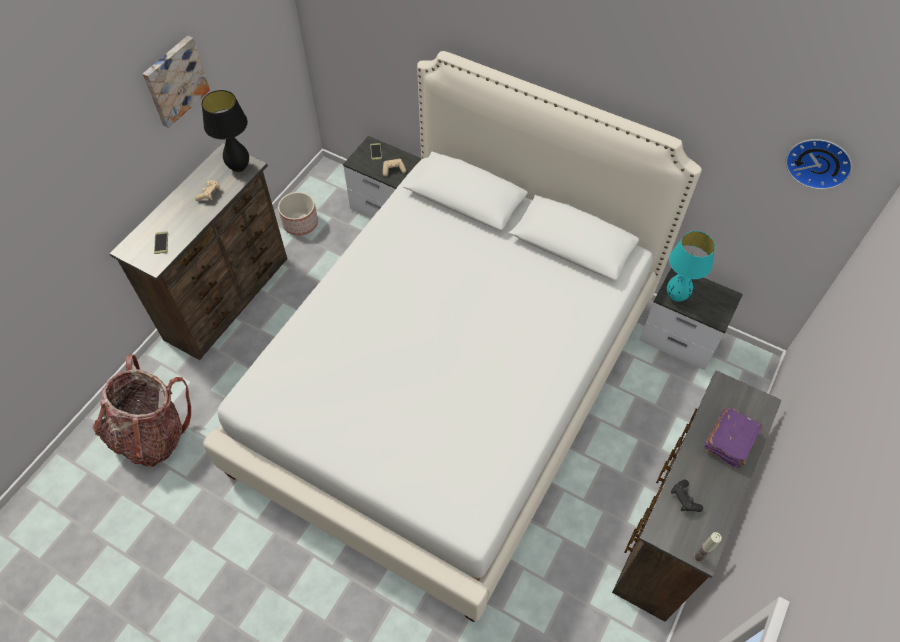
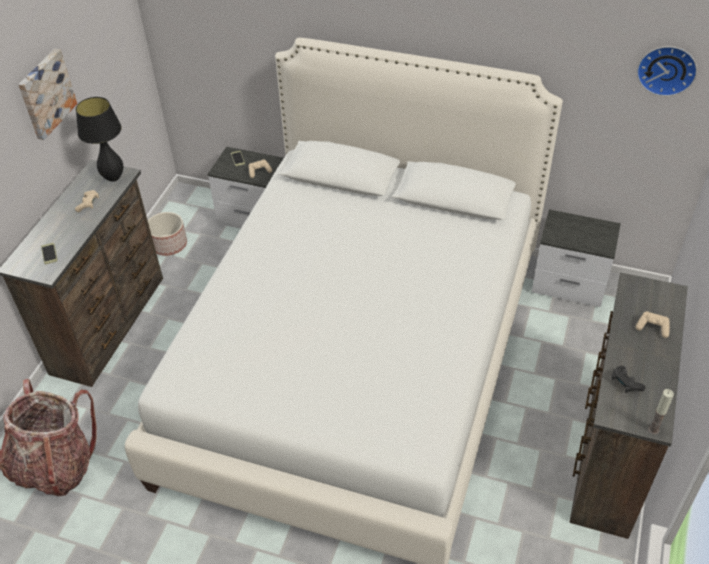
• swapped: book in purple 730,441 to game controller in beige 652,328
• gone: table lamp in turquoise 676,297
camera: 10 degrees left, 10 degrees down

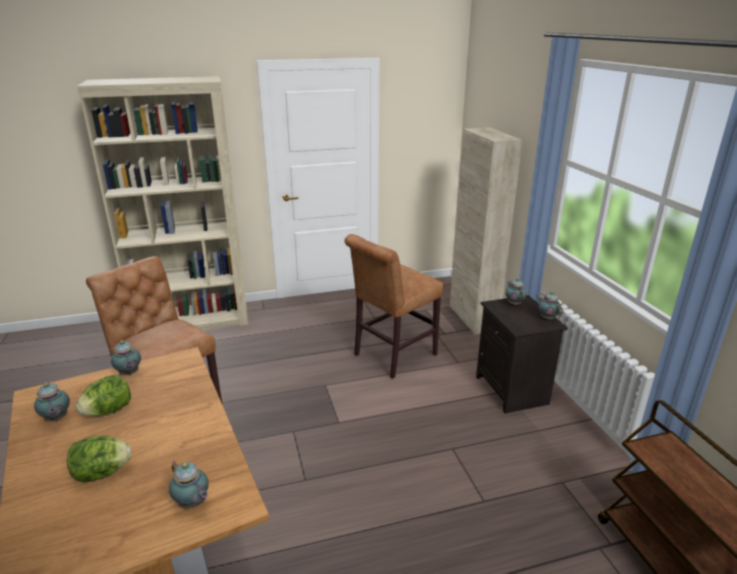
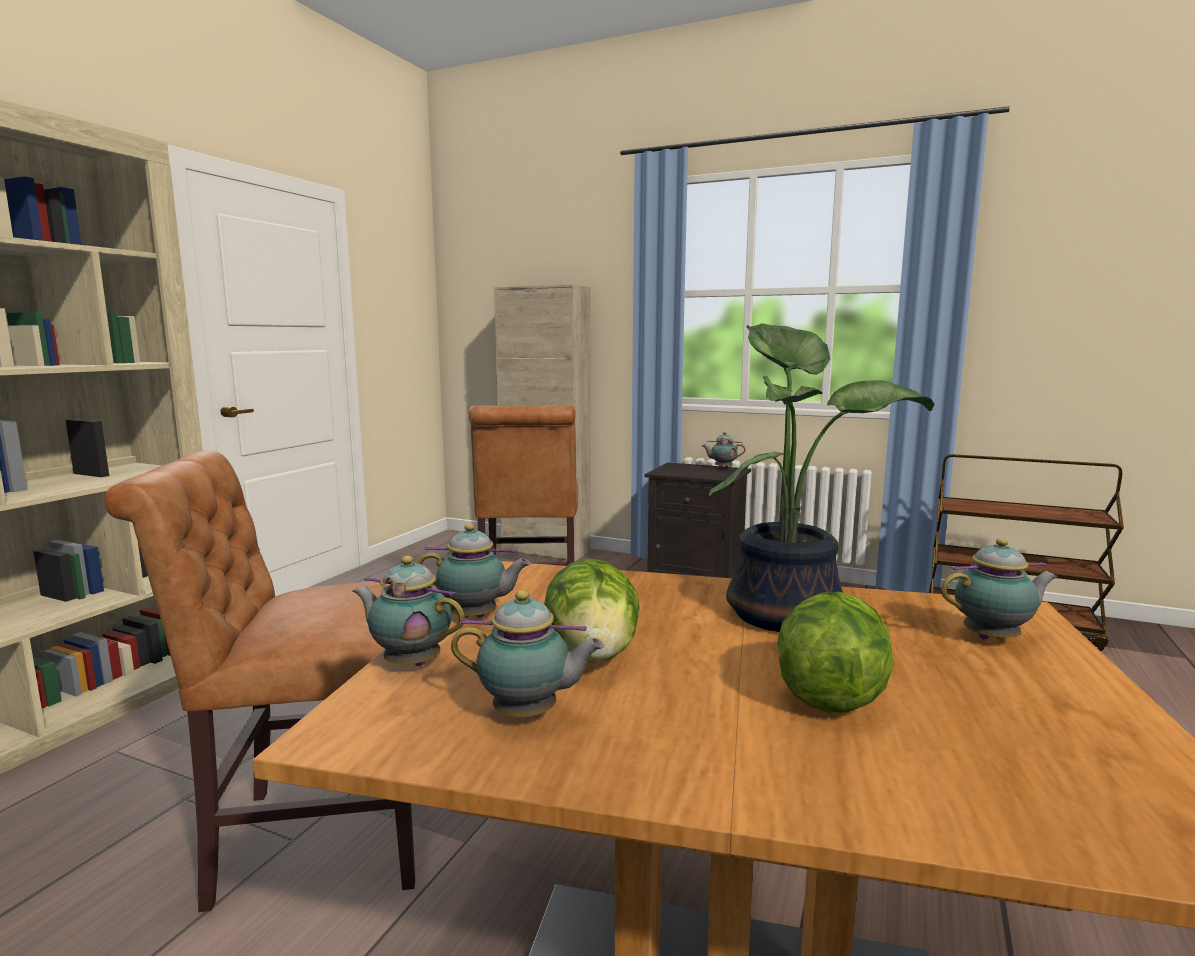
• shifted: teapot 513,303 to 410,662
• new: potted plant 787,612
camera: 50 degrees left, 15 degrees down

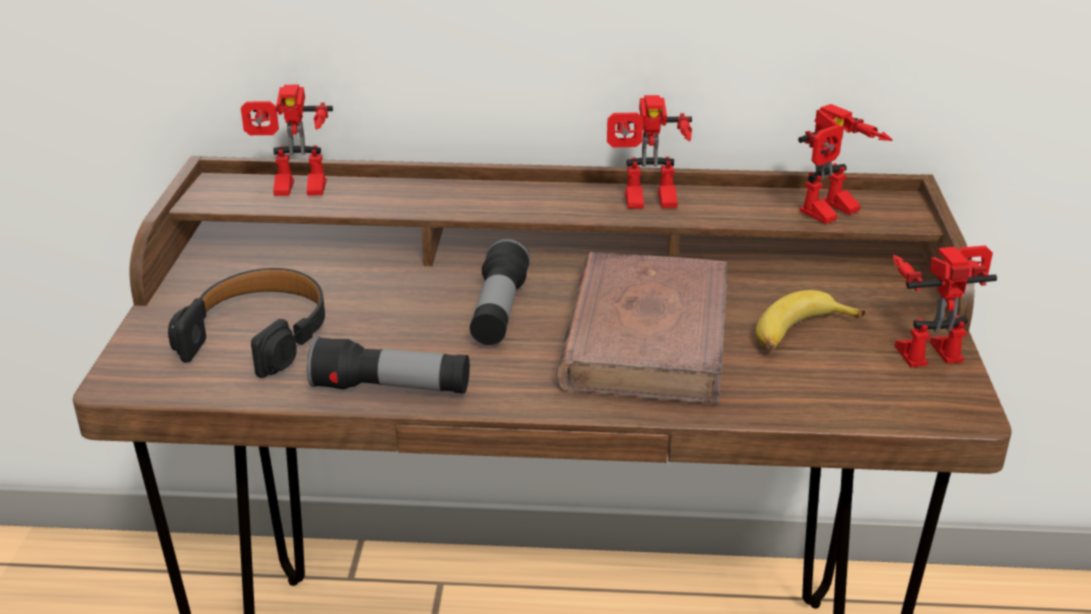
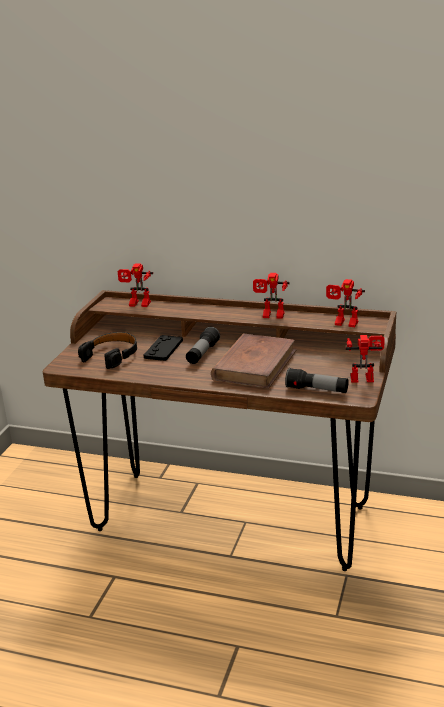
• new: game controller in black 163,349
• shifted: flashlight 391,389 to 317,390
• rotated: toy robot 832,214 = 344,324 45 degrees clockwise
• gone: banana 800,334
camera: 15 degrees right, 5 degrees down

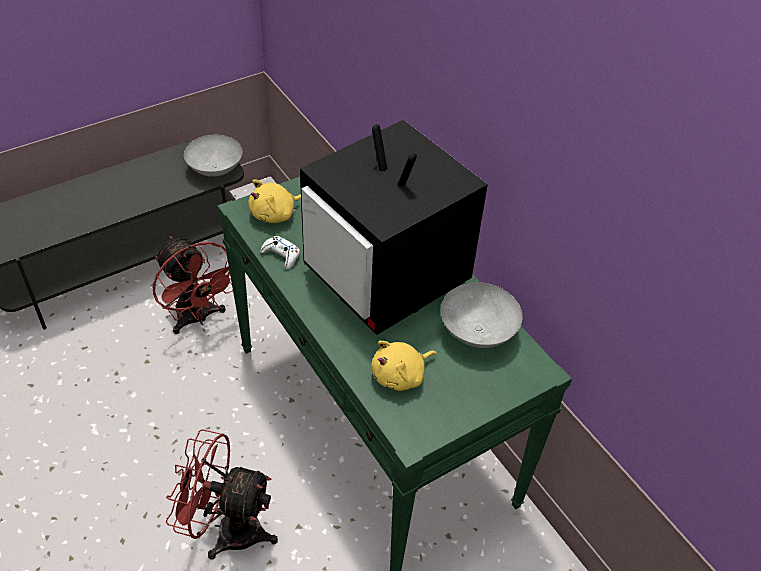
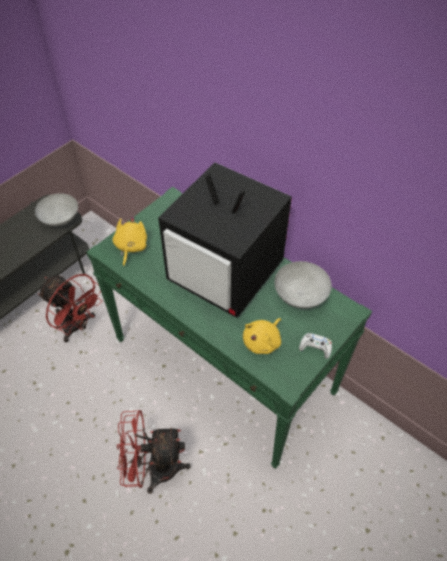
• rotated: plush toy in yellow 275,214 = 130,247 150 degrees clockwise
• shifted: game controller in white 281,255 to 315,347
camera: 15 degrees left, 5 degrees up

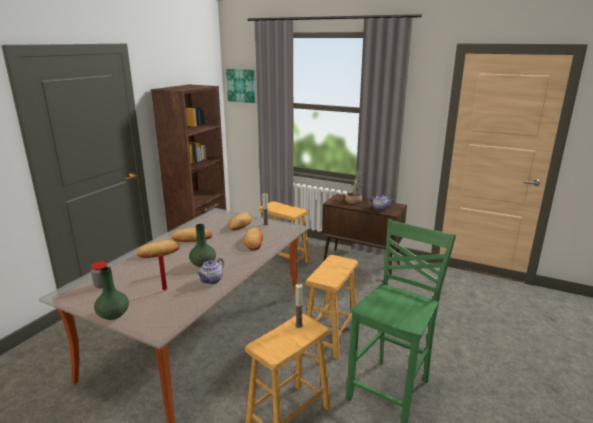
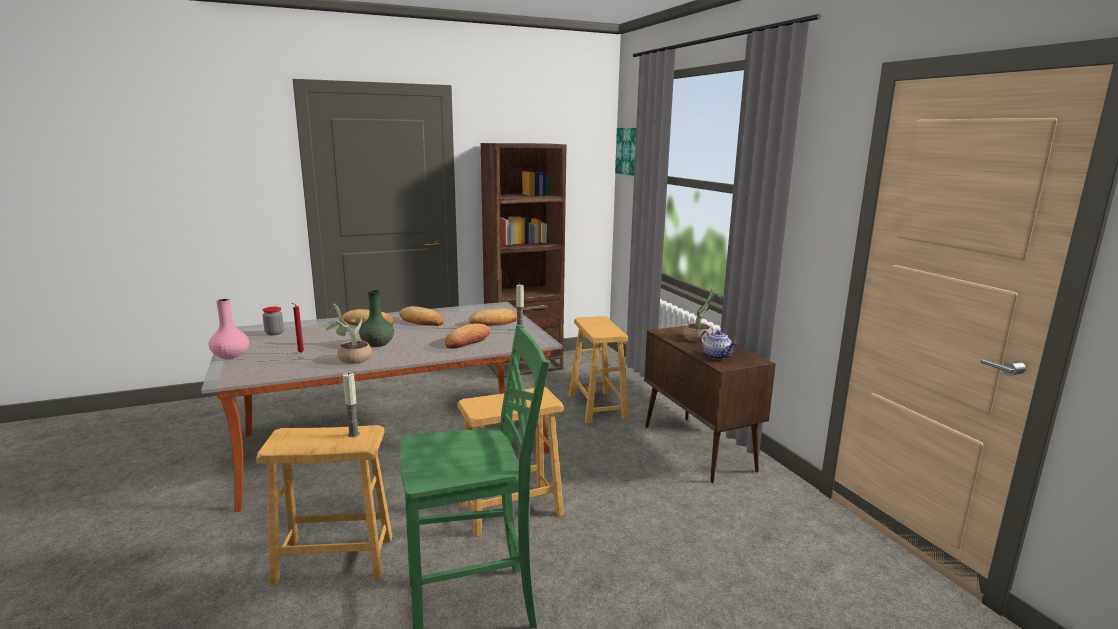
• repainted: vase in green 113,314 to vase in pink 230,355
• swapped: teapot 211,280 to potted plant 350,359
camera: 40 degrees right, 5 degrees down

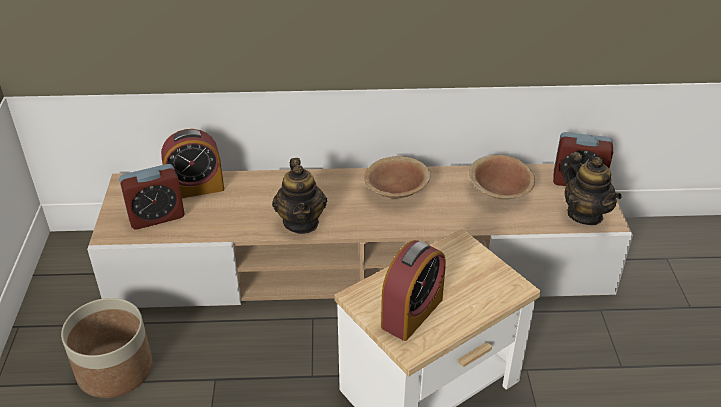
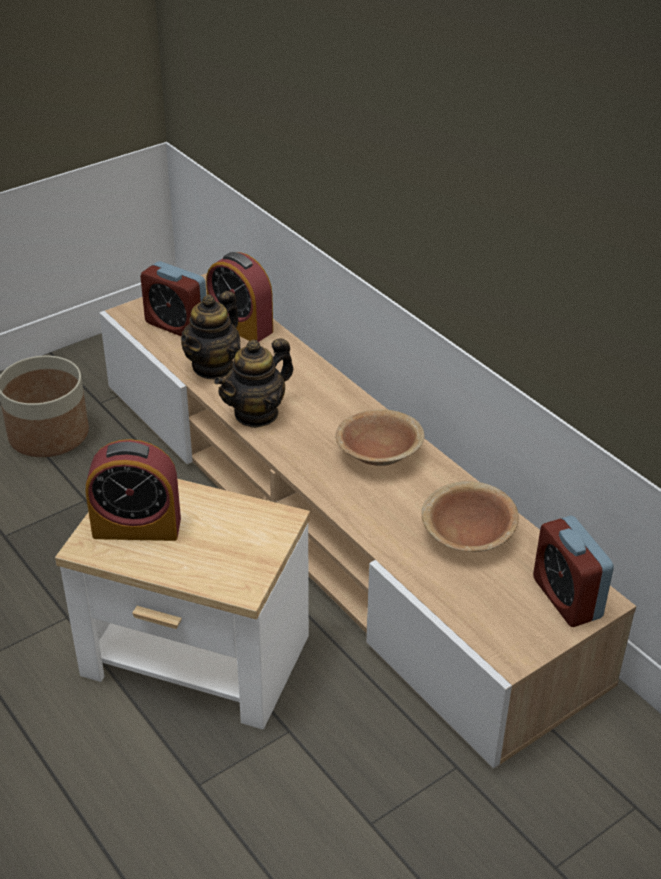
• shifted: teapot 585,214 to 213,367
camera: 55 degrees right, 0 degrees up

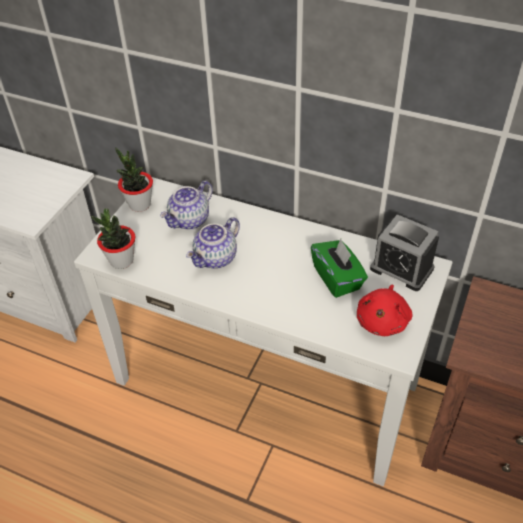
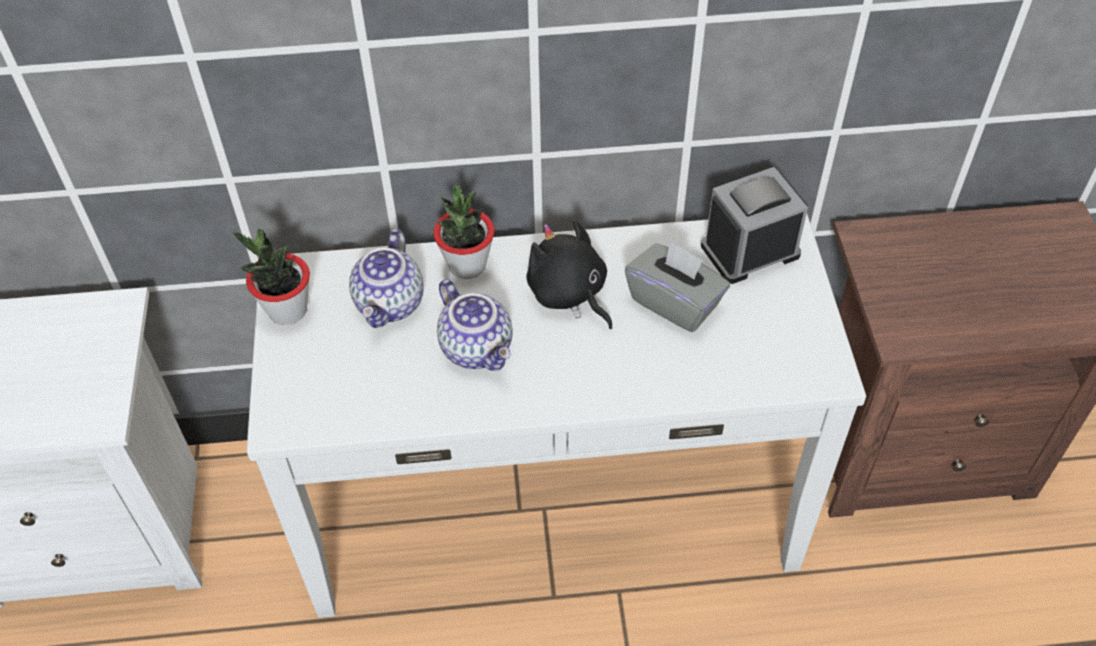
• shifted: potted plant 121,261 to 467,265
• rotated: teapot 216,259 = 478,348 45 degrees counterclockwise
• new: plush toy in black 569,294
• repainted: tissue box in green 337,278 to tissue box in grey 675,302
• rotated: alarm clock 401,268 = 750,250 150 degrees clockwise
• gone: plush toy in red 383,320
camera: 30 degrees left, 5 degrees up

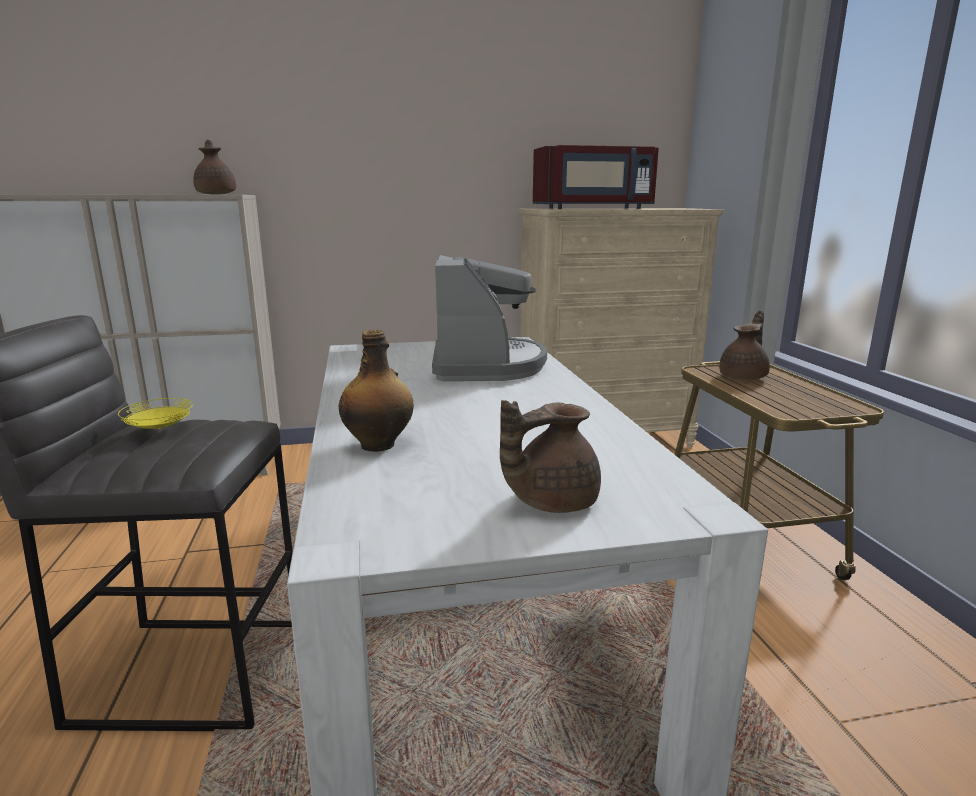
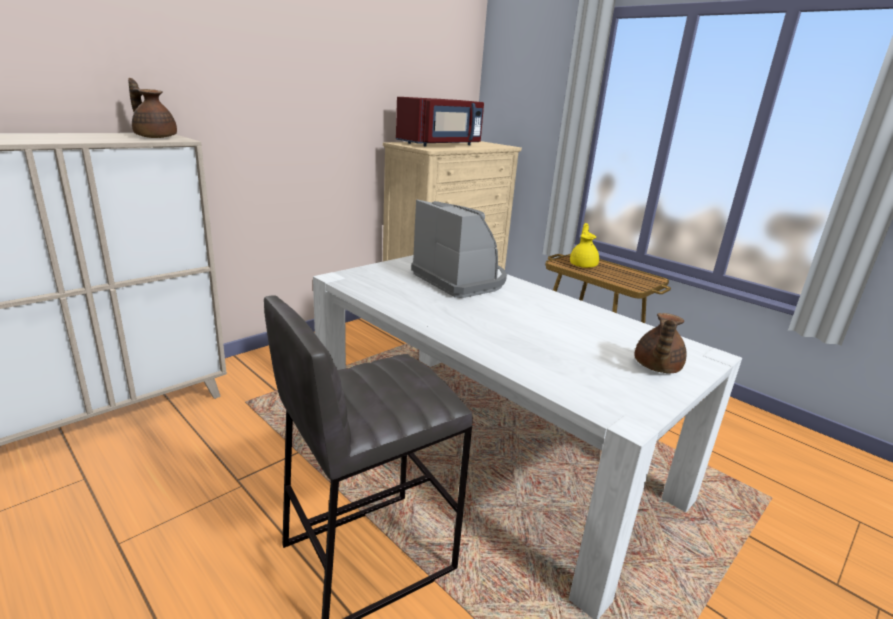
• repainted: teapot in brown 744,377 to teapot in yellow 583,265
• gone: plate in yellow 160,429
• gone: bottle 379,445
camera: 35 degrees left, 5 degrees up

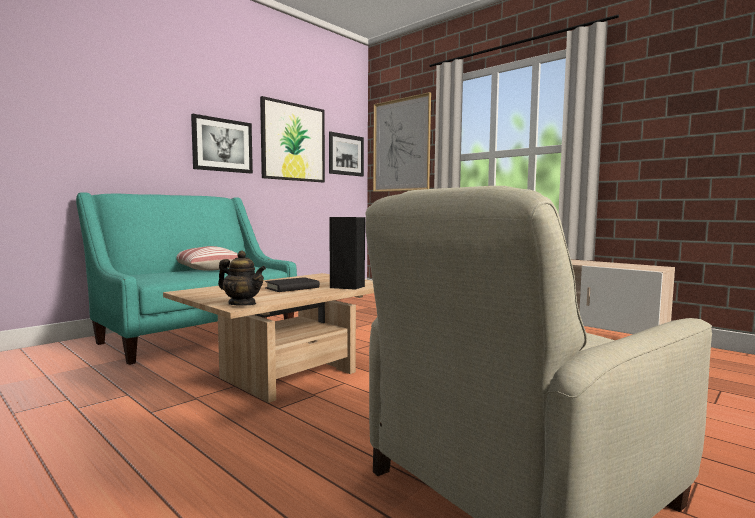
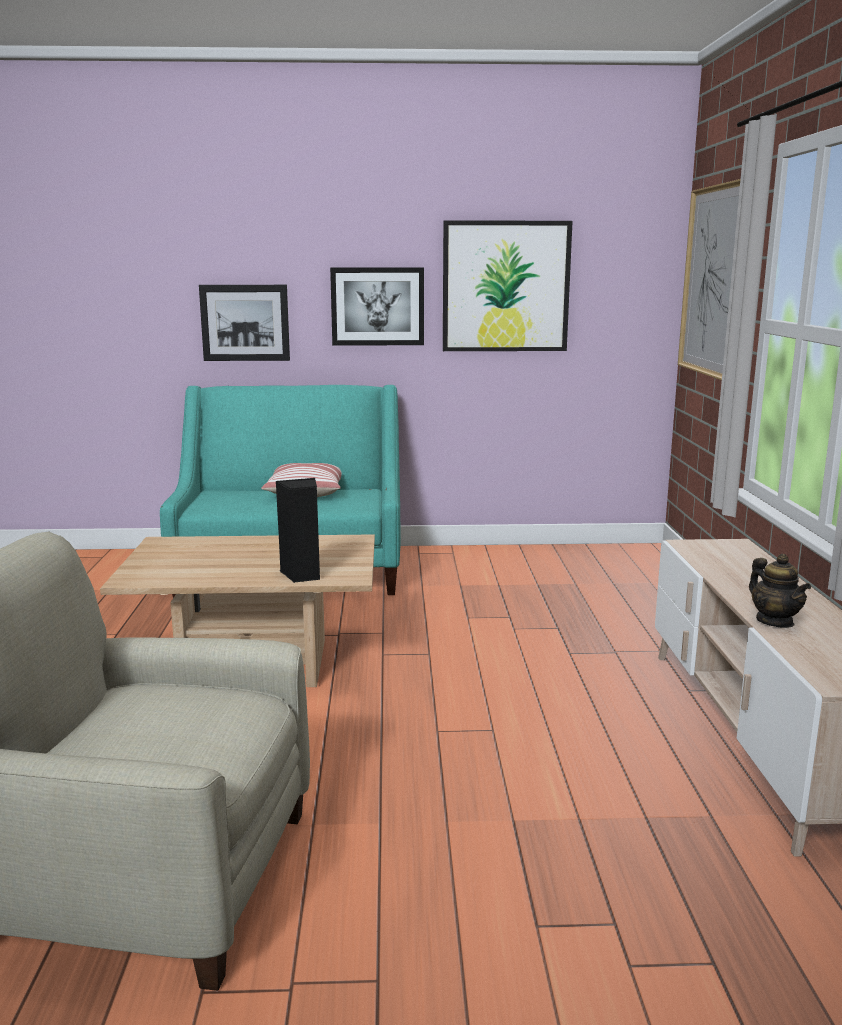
• shifted: picture 346,155 to 245,323
• shifted: teapot 242,304 to 775,621
• gone: book in black 292,288
camera: 45 degrees right, 10 degrees up

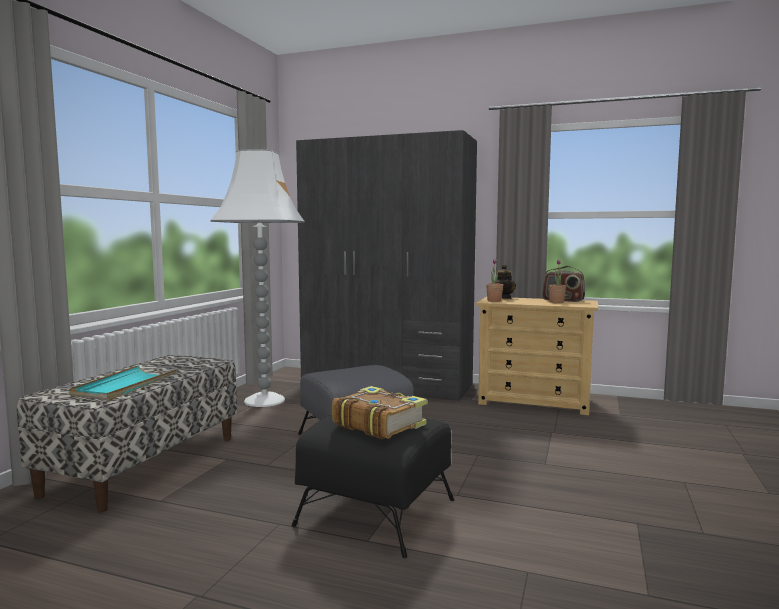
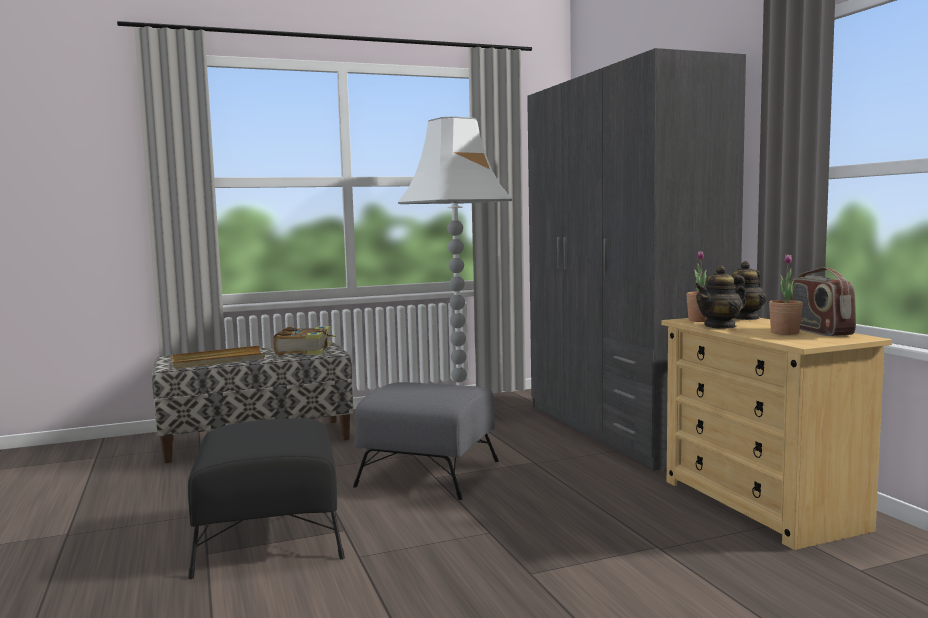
• repainted: tray in turquoise 125,386 to tray in beige 218,361
• shifted: book 378,424 to 305,350
• new: teapot 720,326
camera: 50 degrees right, 0 degrees up

